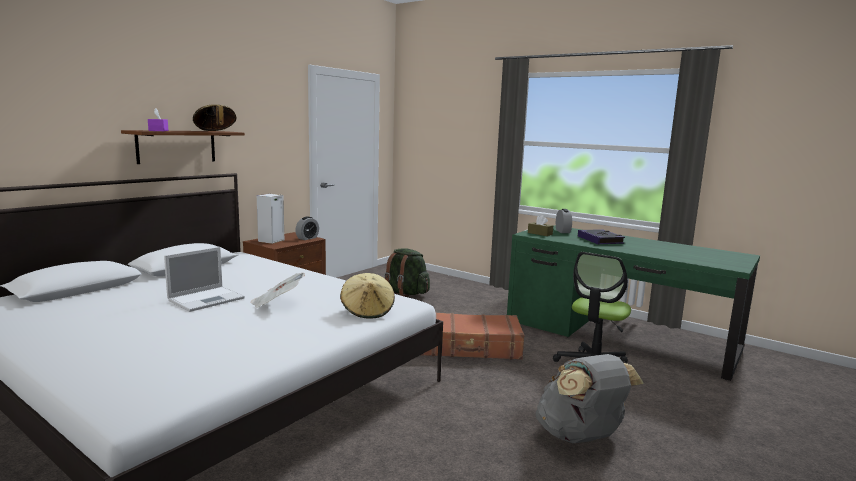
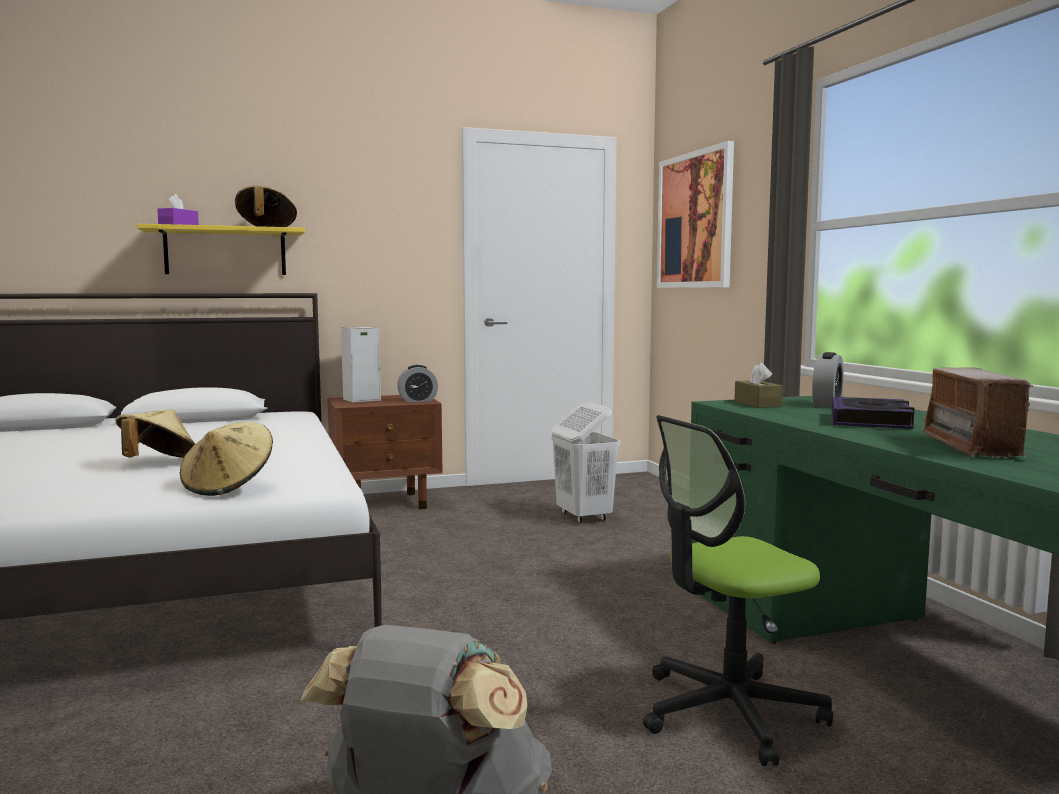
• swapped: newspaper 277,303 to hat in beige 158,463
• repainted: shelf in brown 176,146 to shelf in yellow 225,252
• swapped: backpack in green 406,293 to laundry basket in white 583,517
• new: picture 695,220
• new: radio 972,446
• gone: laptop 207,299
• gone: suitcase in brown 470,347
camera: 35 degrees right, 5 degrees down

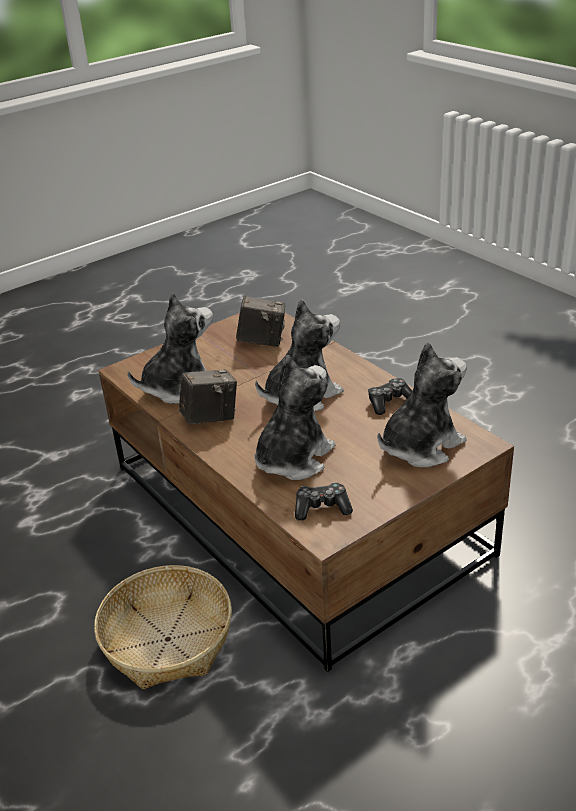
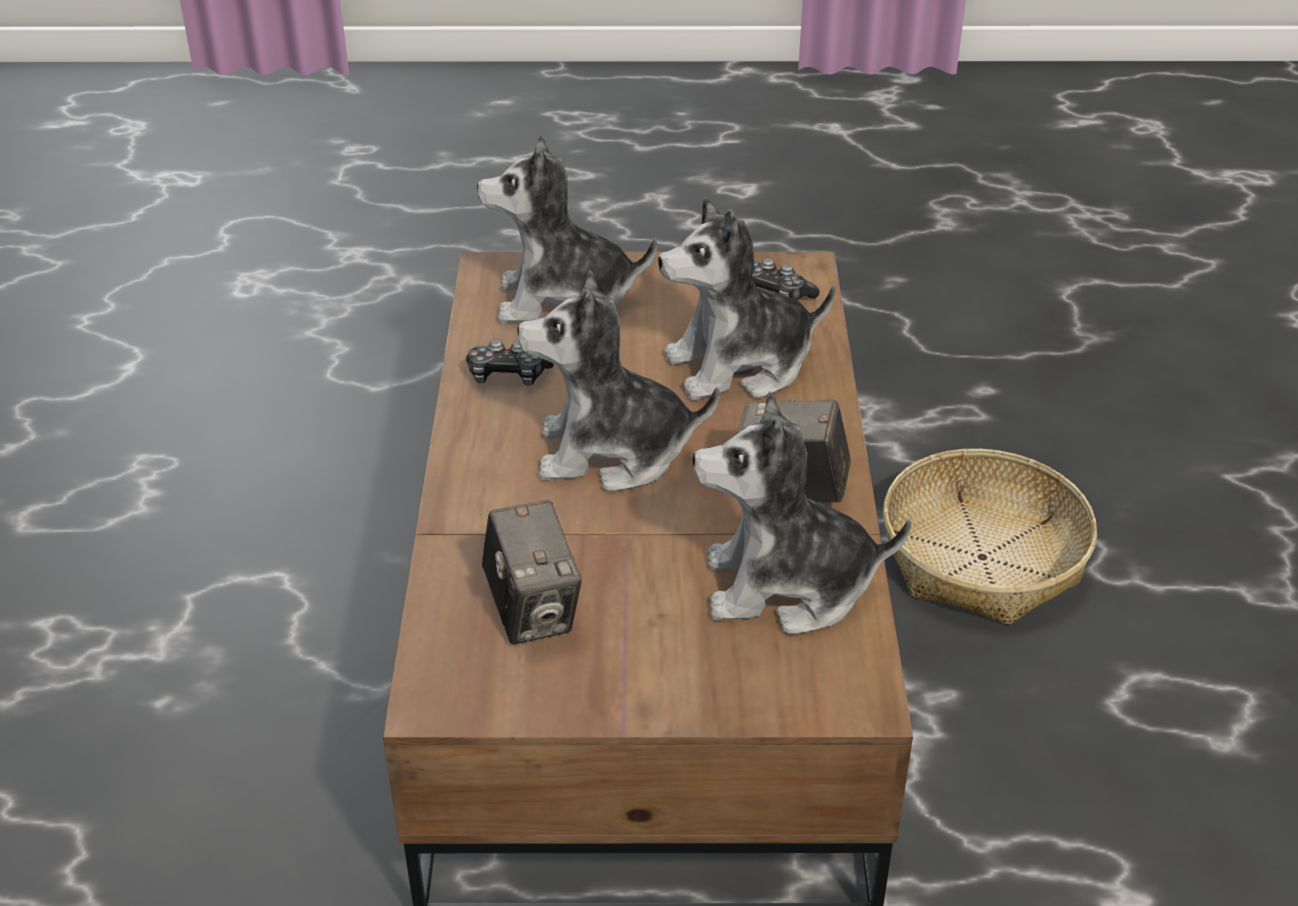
• rotated: photo camera 262,341 = 533,611 150 degrees counterclockwise
camera: 145 degrees left, 5 degrees up

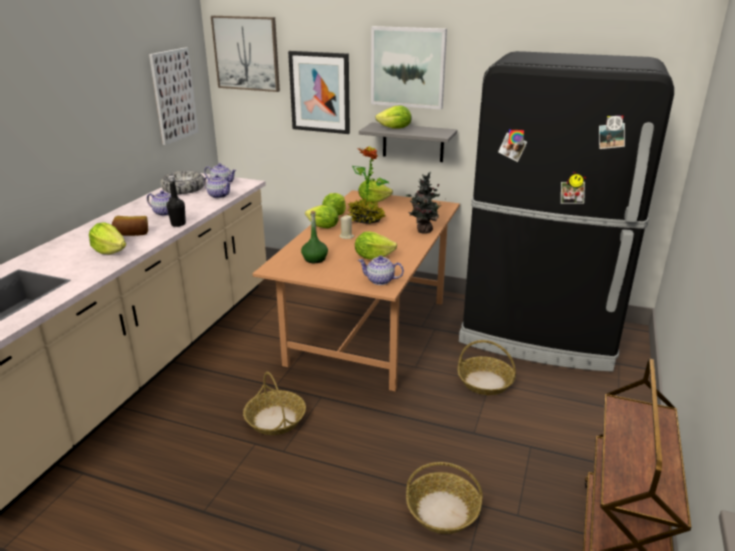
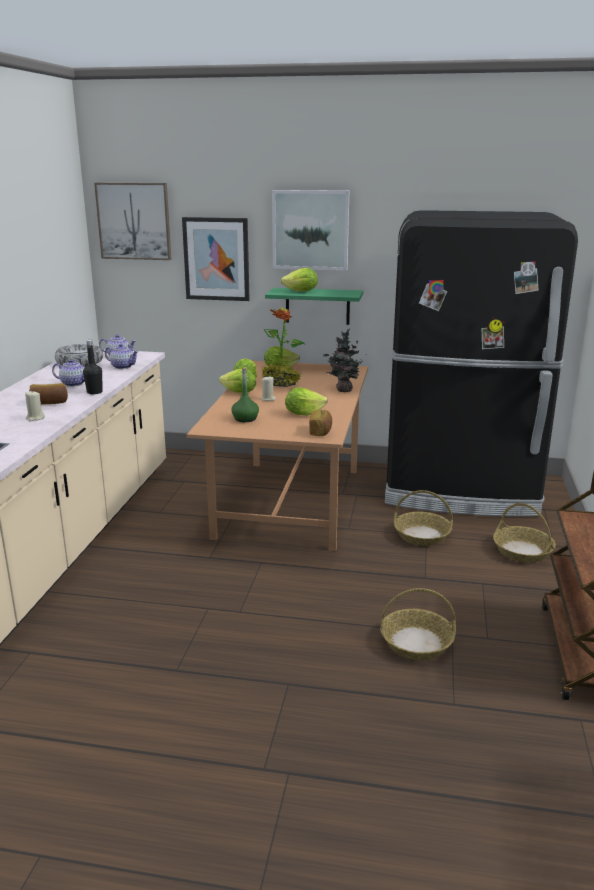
• swapped: lettuce 110,251 to candle in beige 35,418
• repainted: shelf in grey 413,142 to shelf in green 317,306
• swapped: teapot 380,281 to bread 321,432
• shifted: basket 275,419 to 523,551
• gone: picture 174,95
camera: 10 degrees left, 5 degrees down

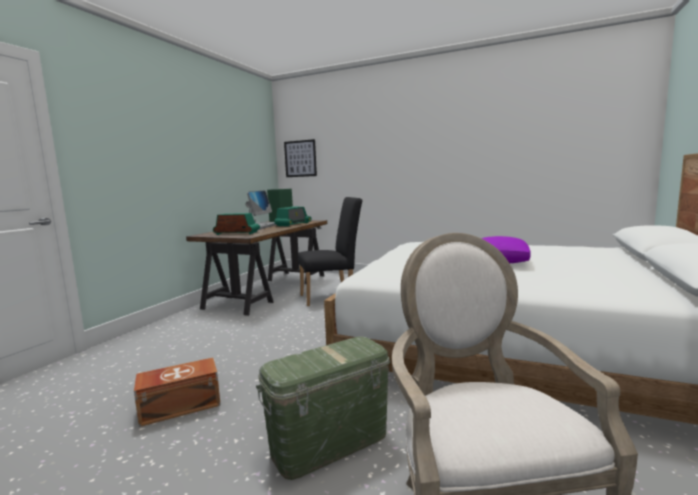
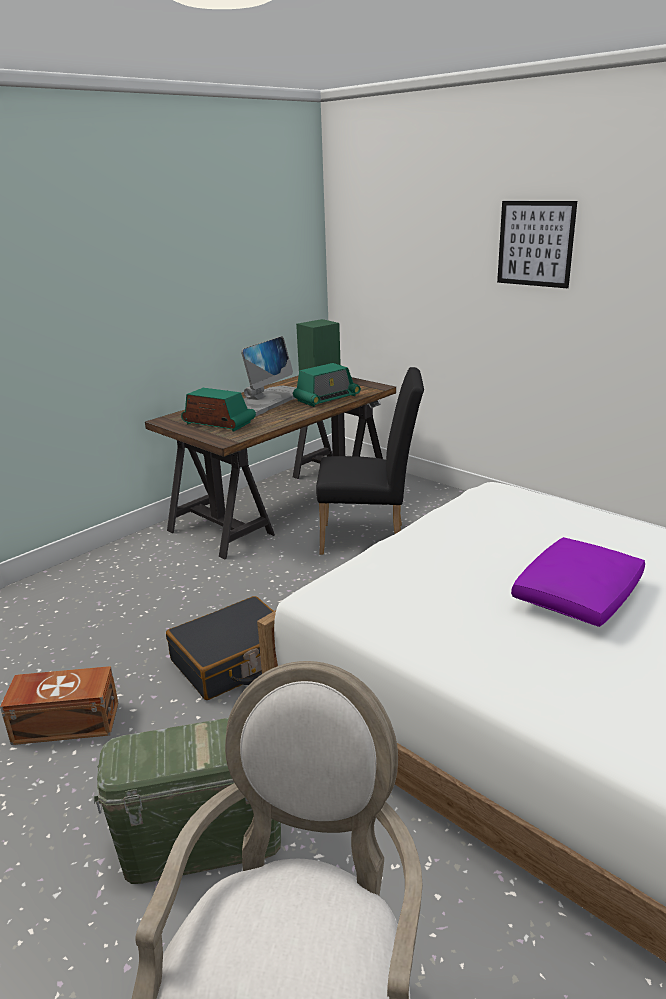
• new: suitcase in black 234,661
• shifted: picture 300,158 to 535,243
camera: 20 degrees right, 15 degrees up

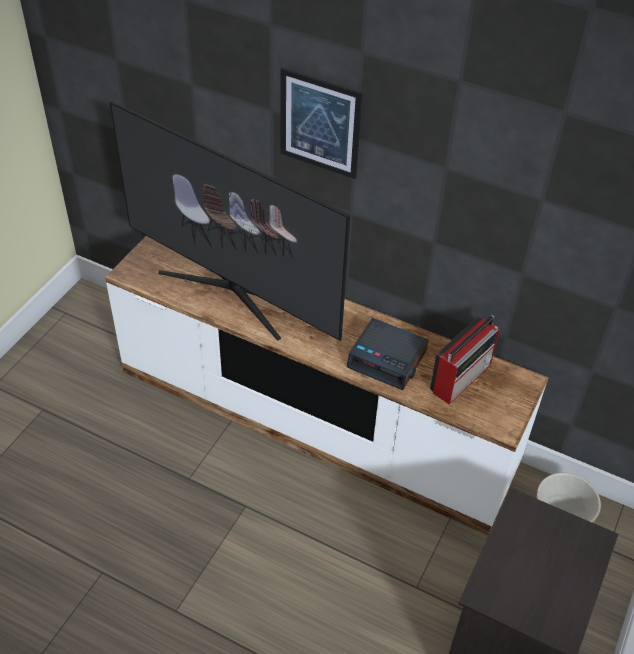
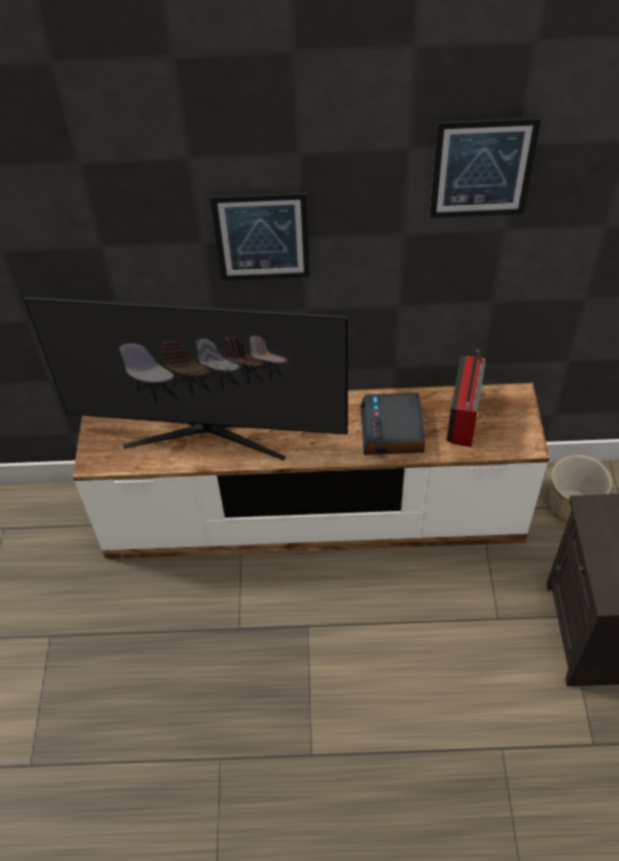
• rotated: alarm clock 388,359 = 392,431 90 degrees clockwise
• new: picture 482,169
camera: 25 degrees left, 5 degrees up

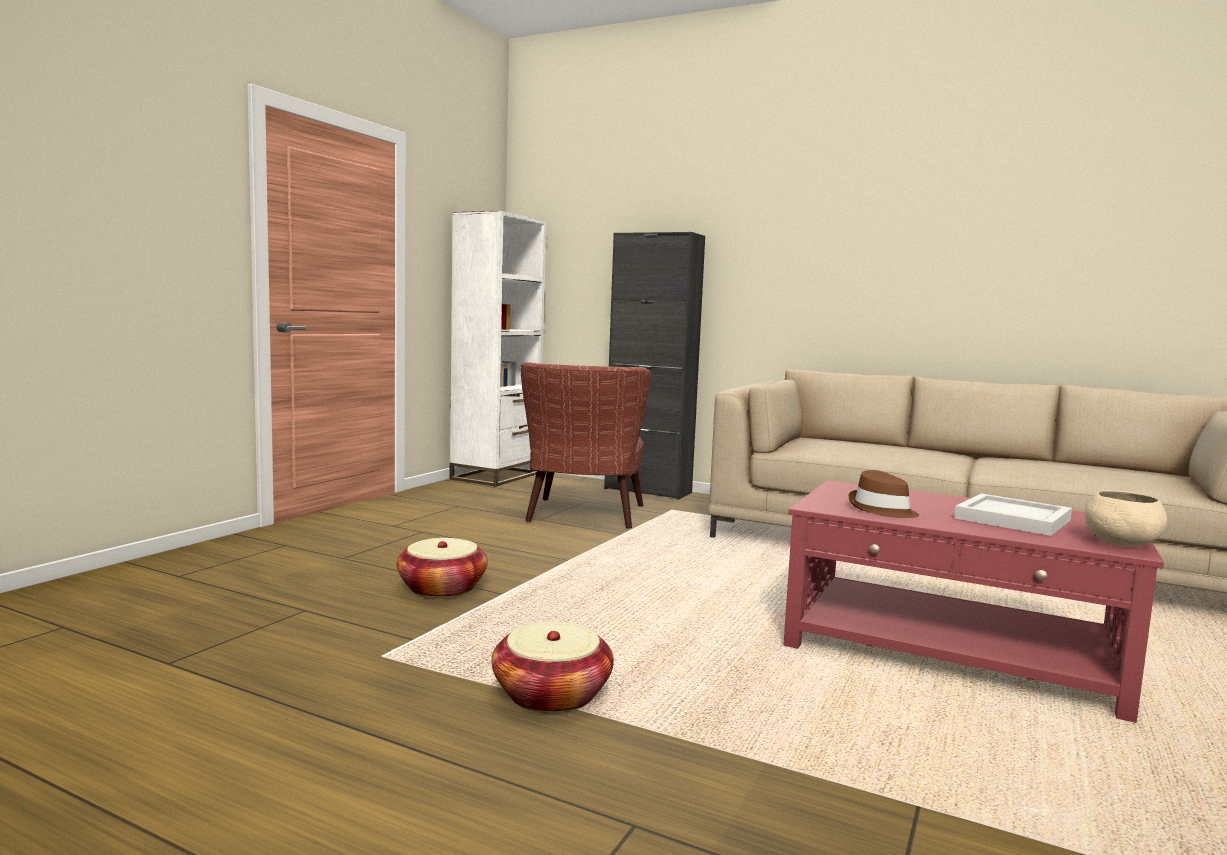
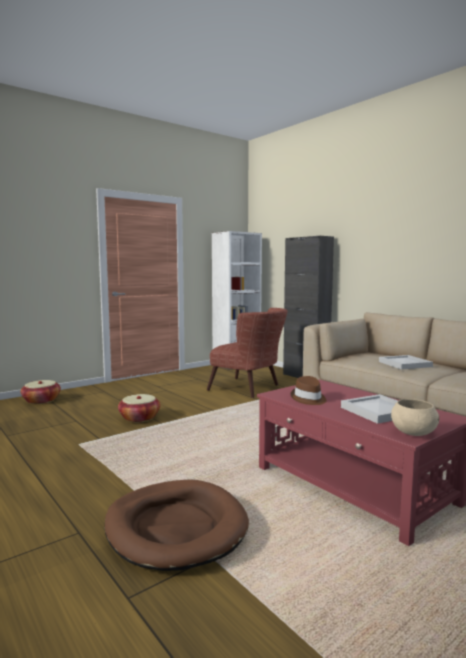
• shifted: basket 551,695 to 41,401
• new: dog bed in brown 176,528
• rotated: armchair in brown 582,517 = 250,389 90 degrees counterclockwise
• new: tray in white 405,364
camera: 25 degrees right, 0 degrees up

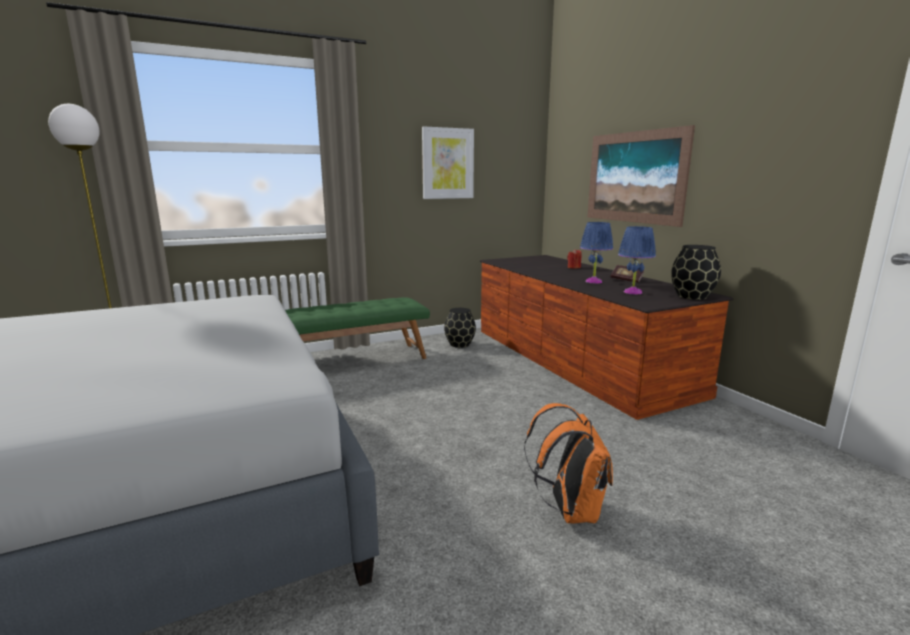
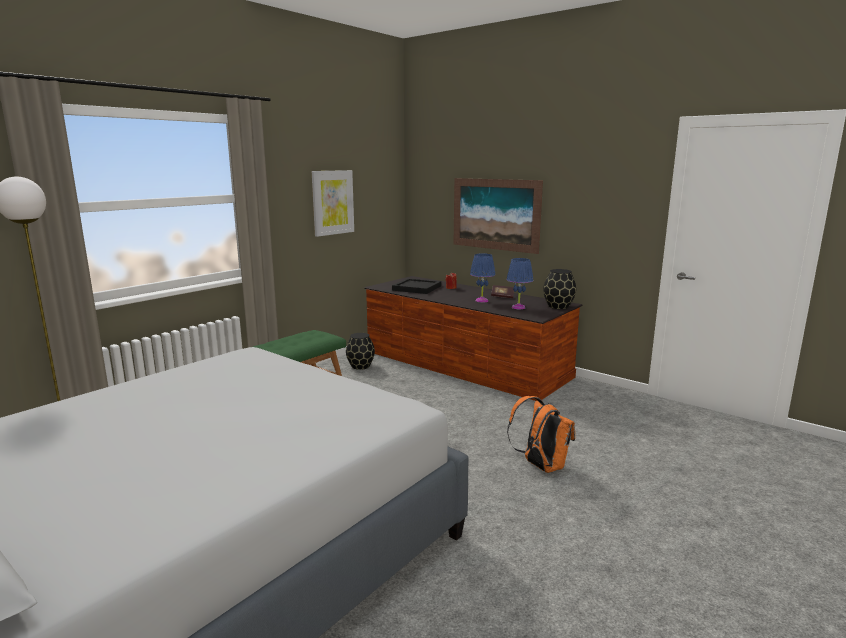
• new: tray in black 417,288
camera: 25 degrees left, 0 degrees up

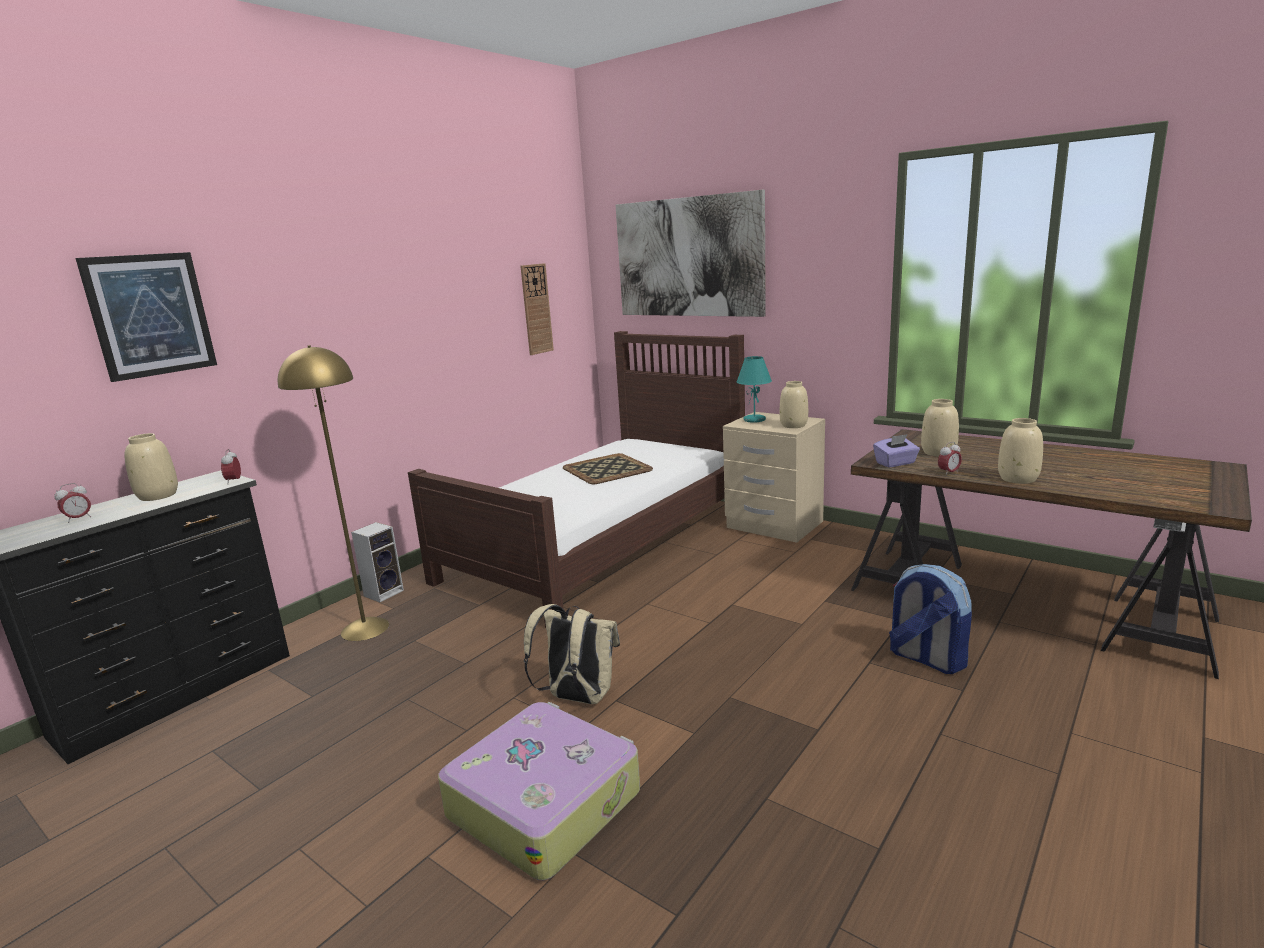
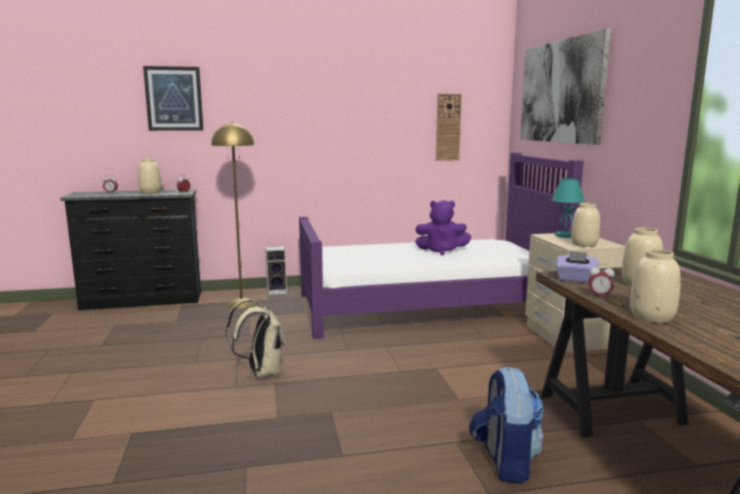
• repainted: bed in brown 602,541 to bed in purple 427,306
• swapped: tray 606,469 to plush toy in purple 441,251
• gone: suitcase 544,802
camera: 40 degrees right, 5 degrees down

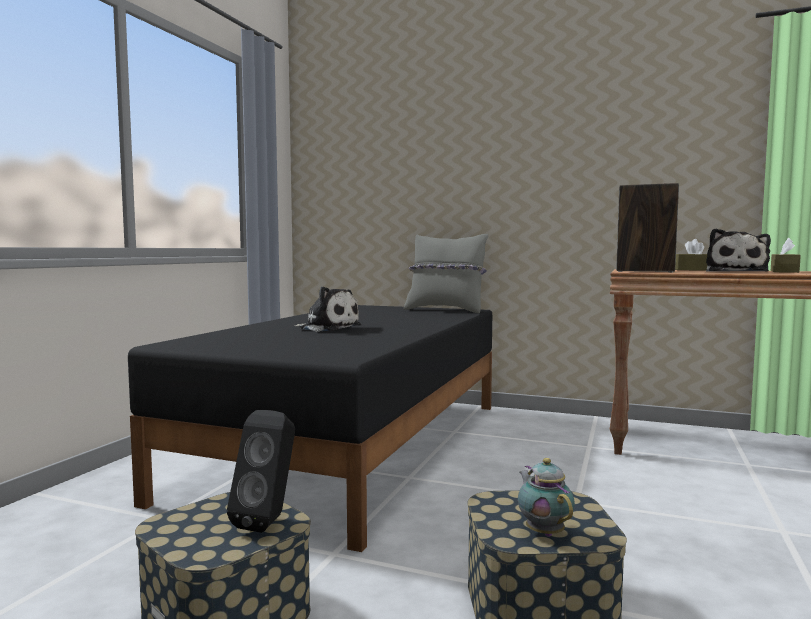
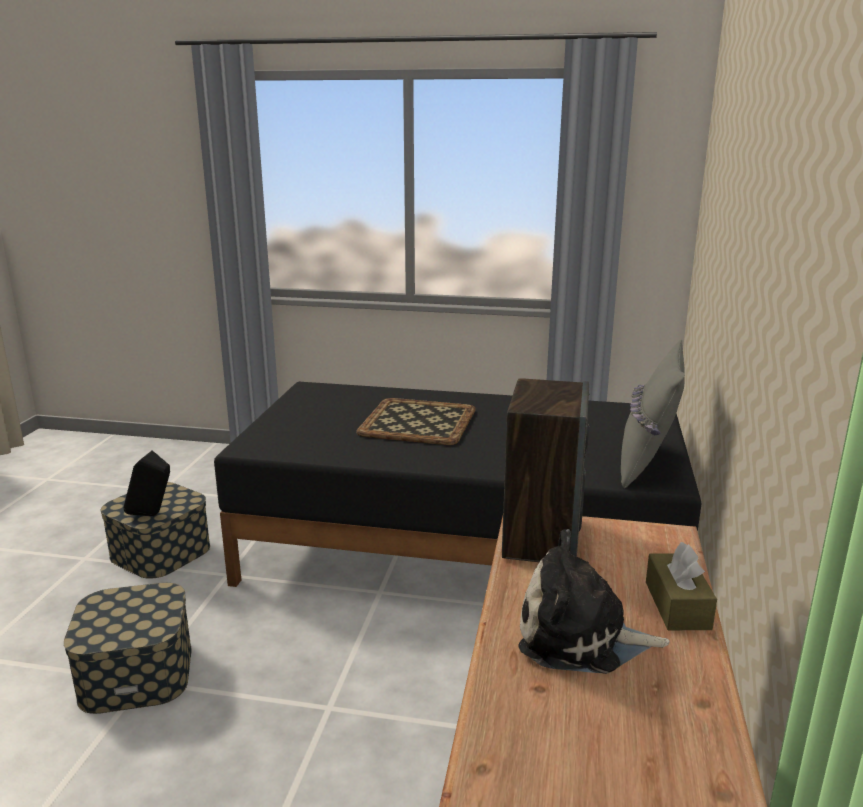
• swapped: plush toy 328,328 to tray 419,421
• gone: teapot 543,532
• gone: tissue box in brown 784,271
camera: 80 degrees right, 15 degrees up

